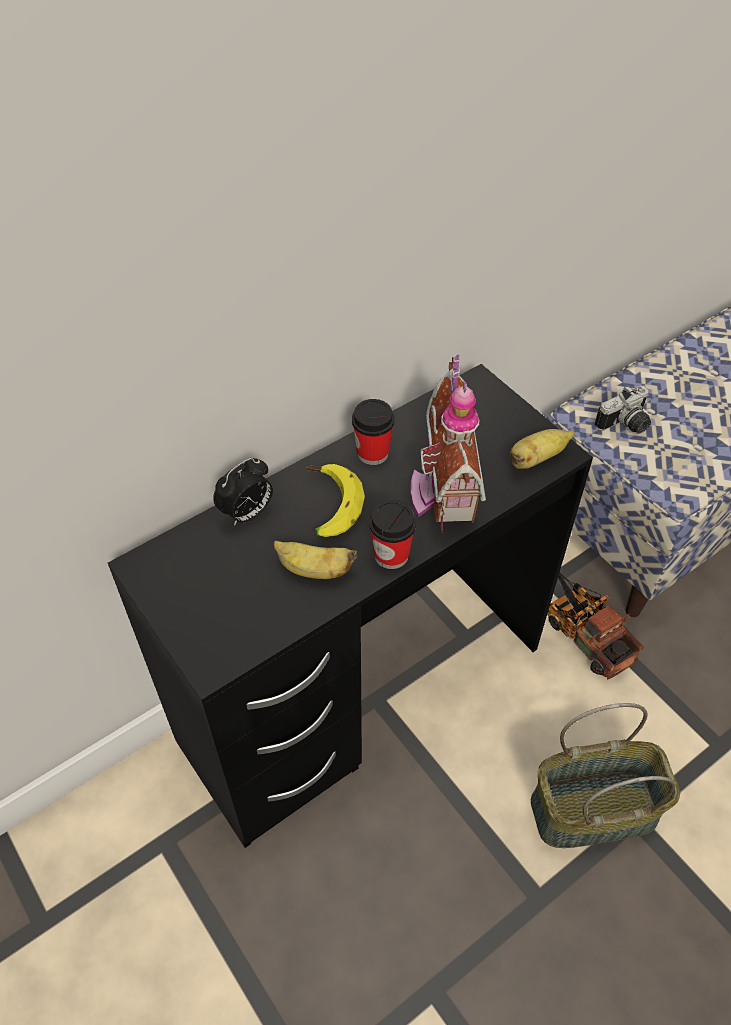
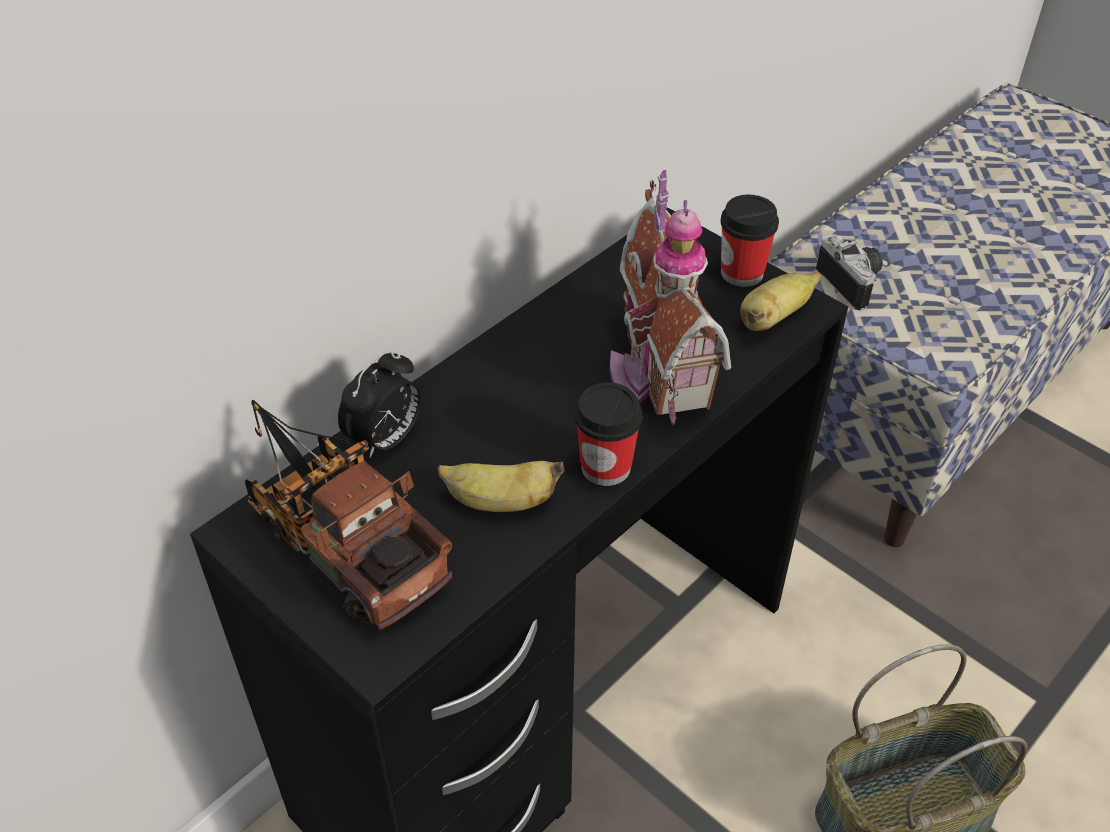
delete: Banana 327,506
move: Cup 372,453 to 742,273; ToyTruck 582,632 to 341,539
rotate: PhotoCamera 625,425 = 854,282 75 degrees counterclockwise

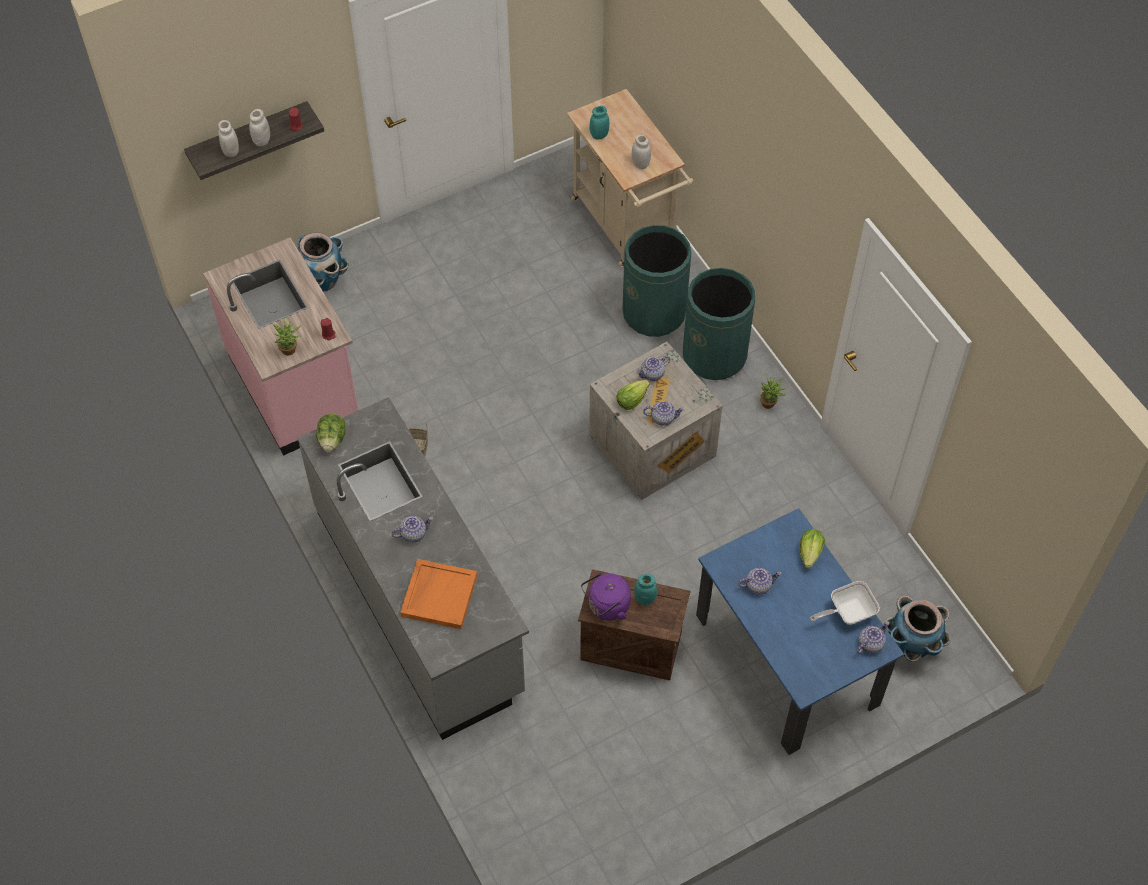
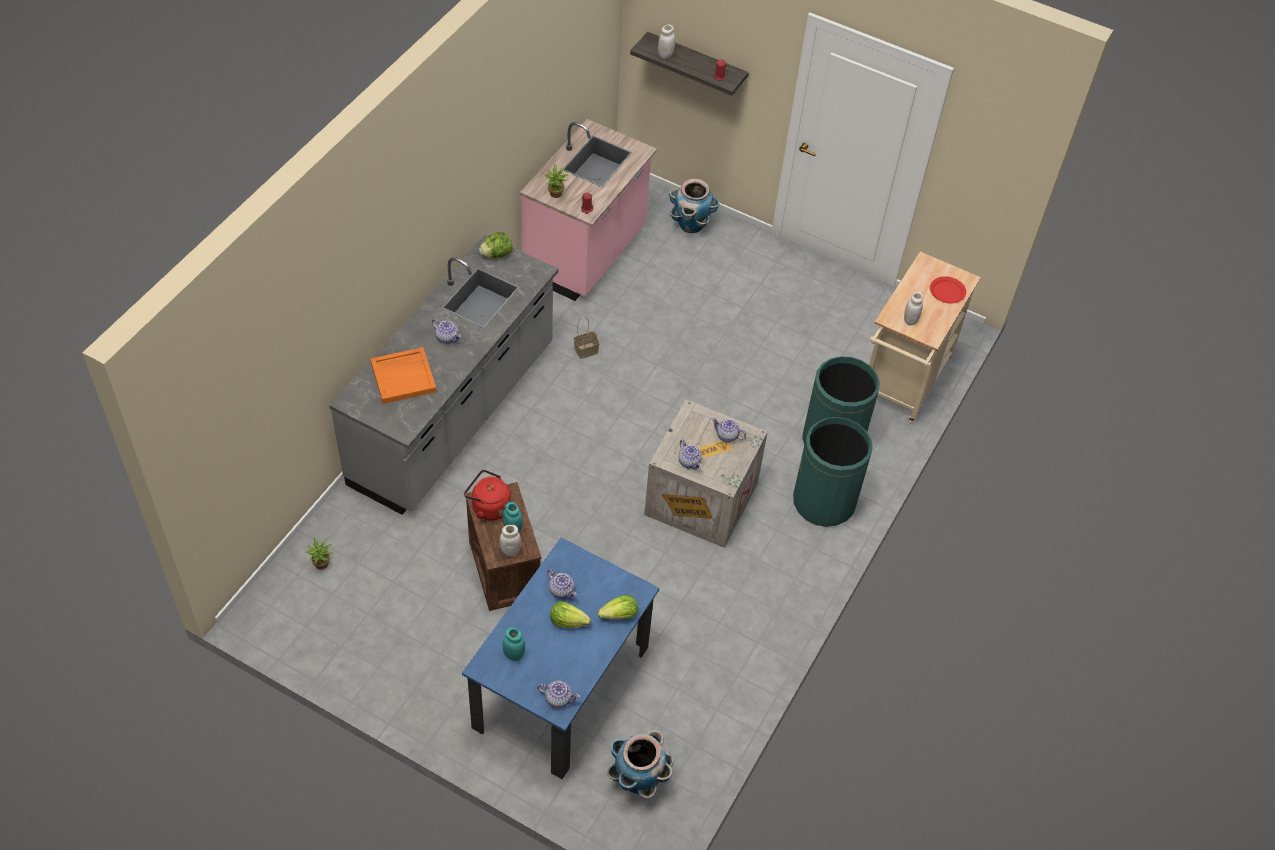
delete: FryingPan 847,612
insert: RedPlate 947,291
move: WhiteJar 262,141 to 510,550; TurquoiseJar 599,135 to 514,654; Lettuce 631,400 to 568,621; PottedPlant 770,404 to 322,566
recolor: PurpleKettle 607,607 to RedKettle 488,507

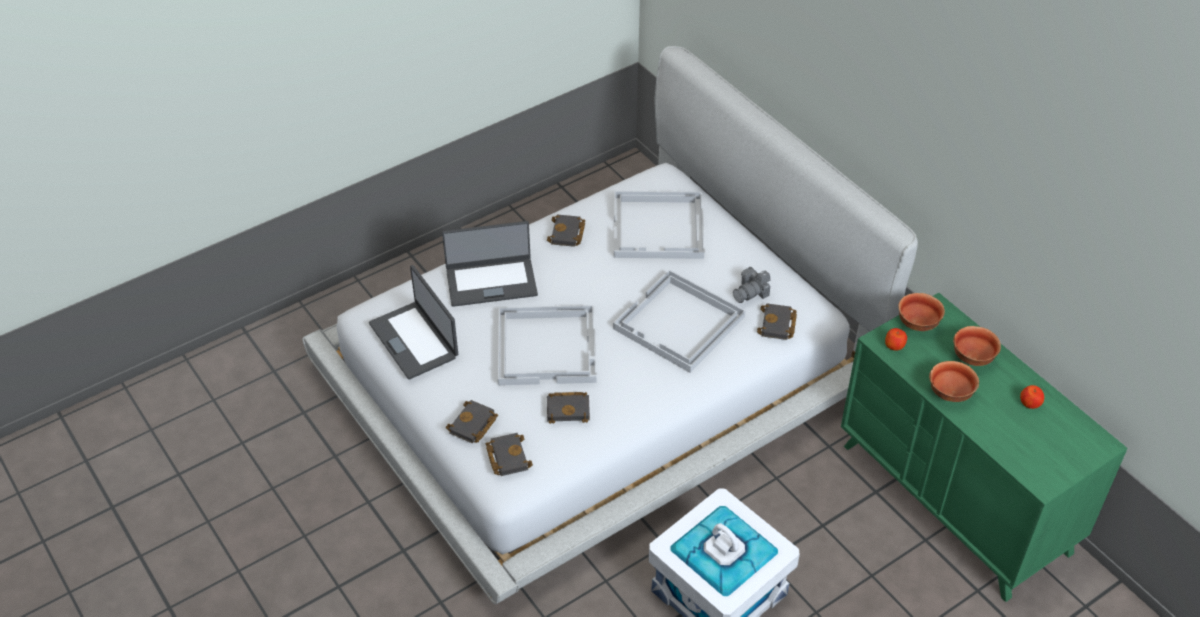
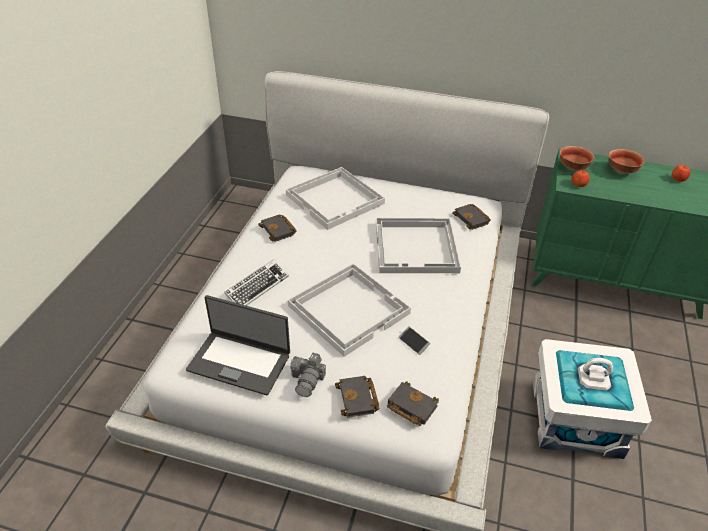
delete: Bowl 949,394
move: PhotoCamera 751,292 to 308,380
replace: Laptop 491,281 to Keyboard 257,287; BlackBook 569,409 to Phone 413,342

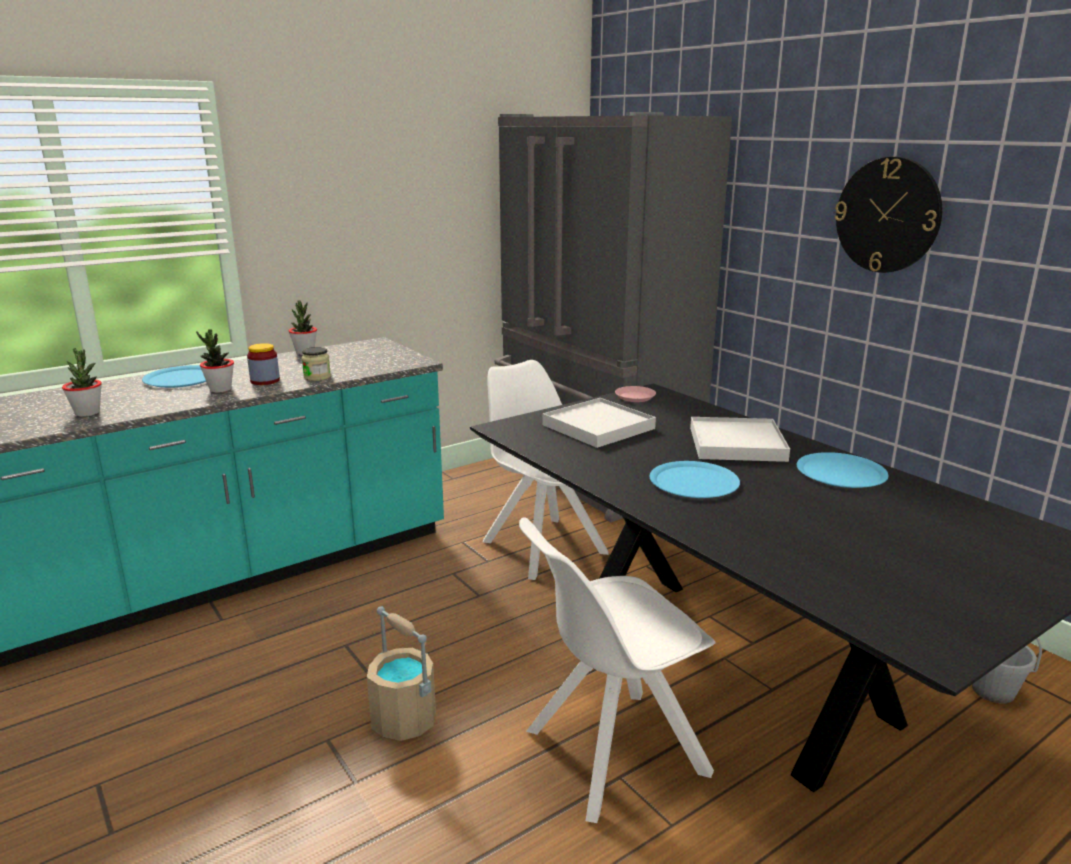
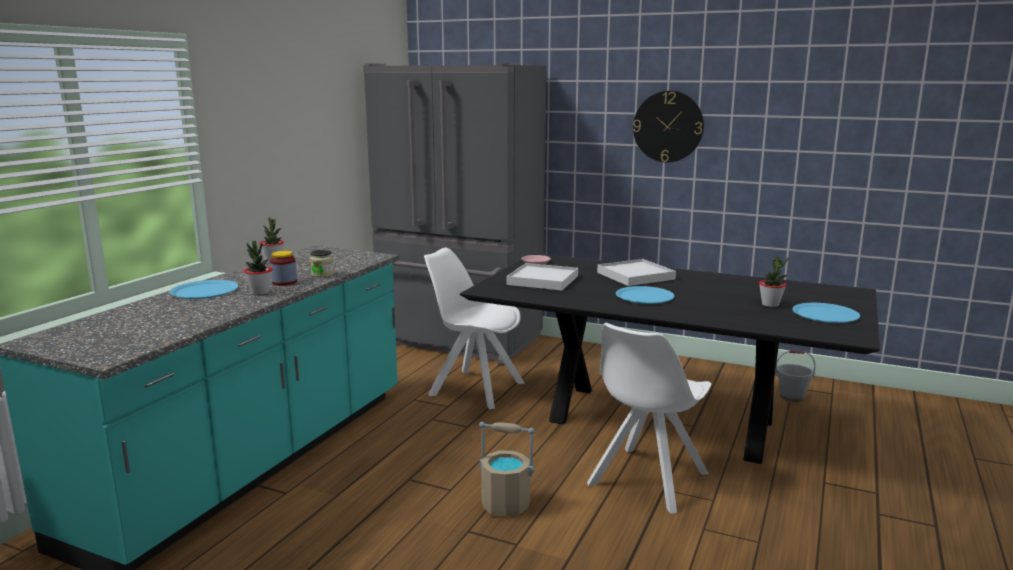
move: PottedPlant 87,413 to 770,304; BluePlate 841,472 to 825,314

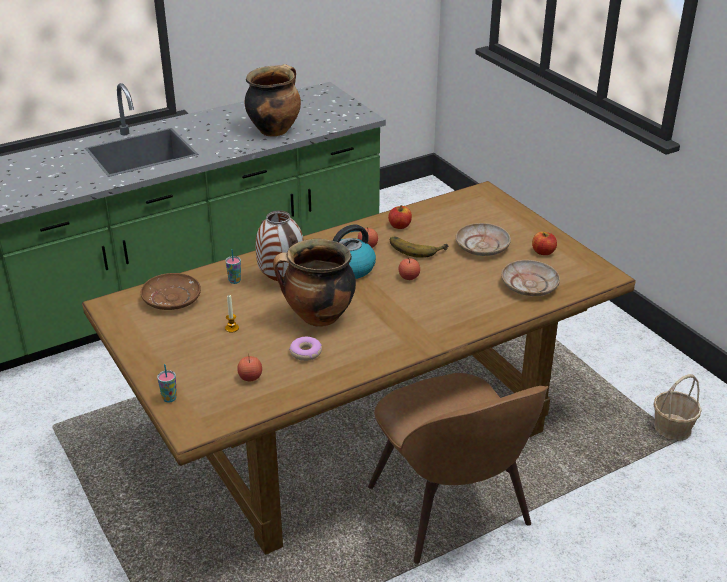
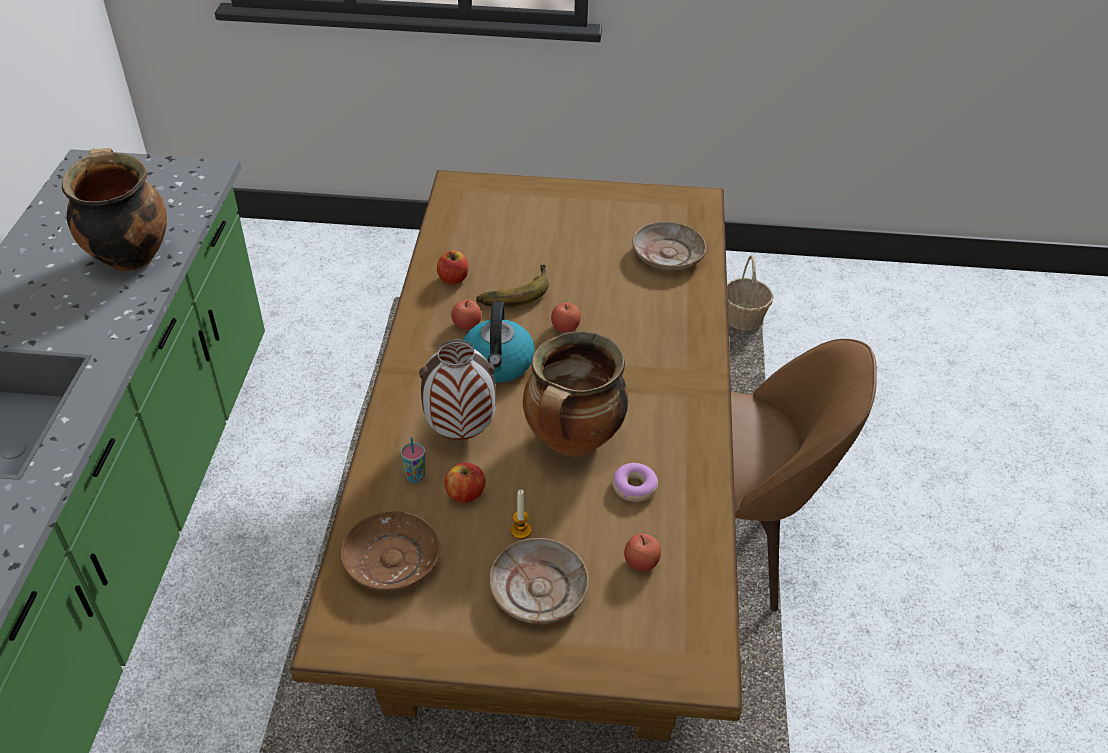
delete: Cup 169,398
move: BeigePlate 482,246 to 539,589; Apple 543,252 to 465,493

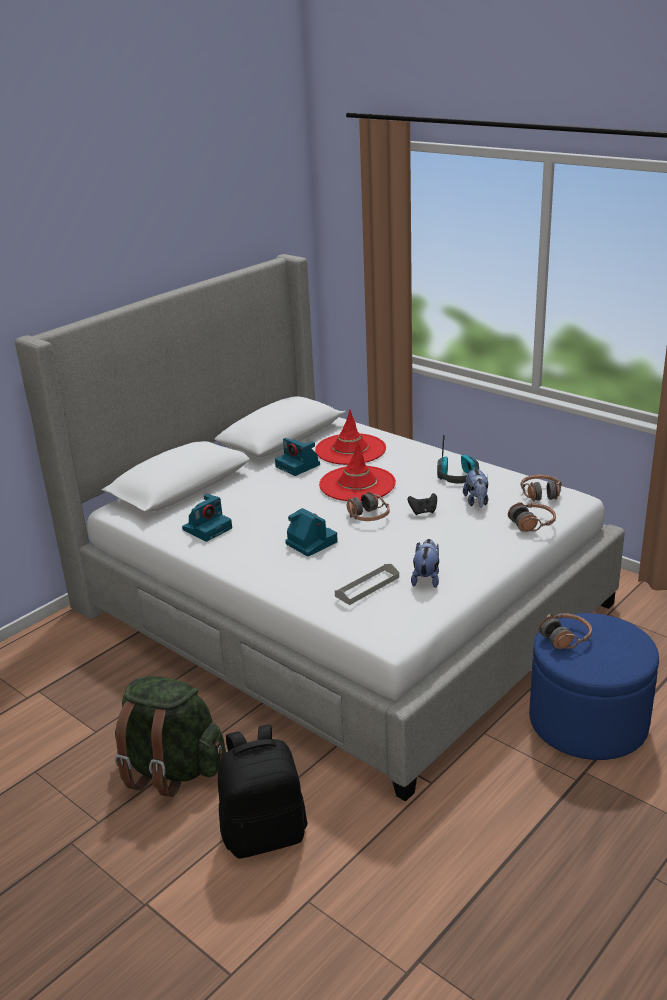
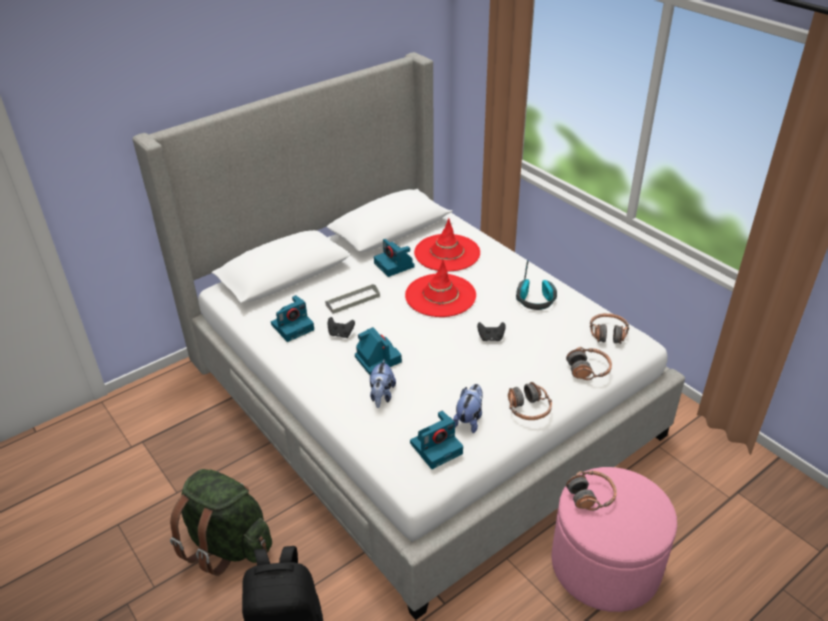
insert: BlackGameController 340,334; PhotoCamera 437,447
move: GreyTray 367,587 to 353,300; Headphones 368,517 to 528,409; PlushToy 476,502 to 381,396
recolor: BlueOttoman 588,722 to PinkOttoman 605,564

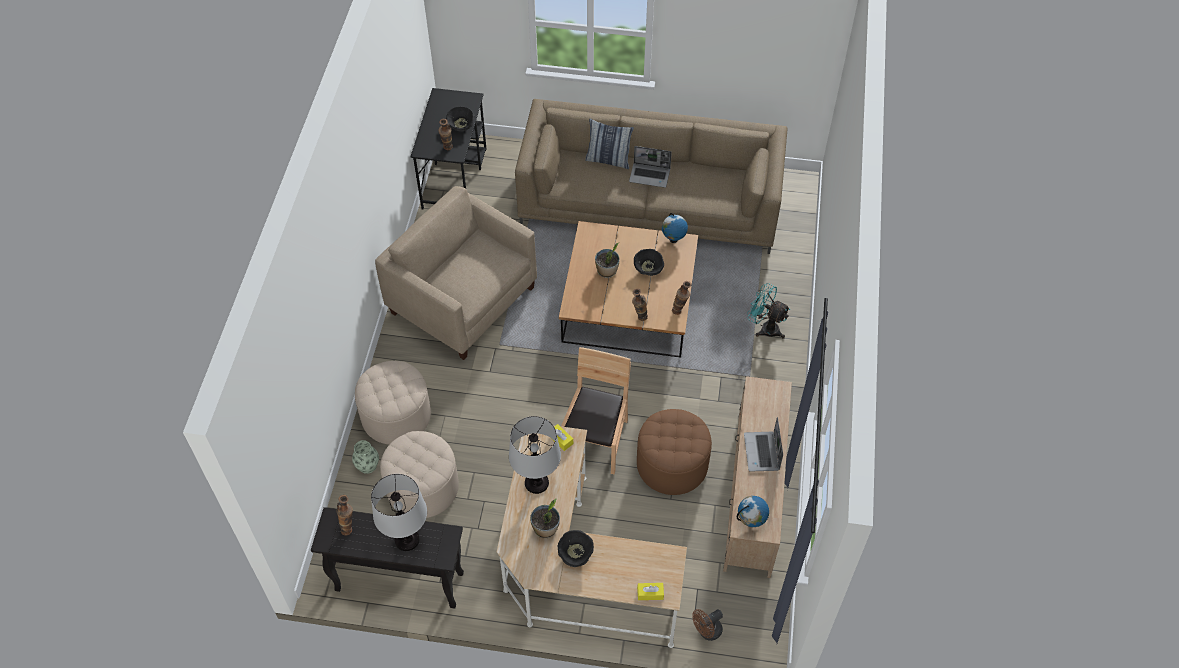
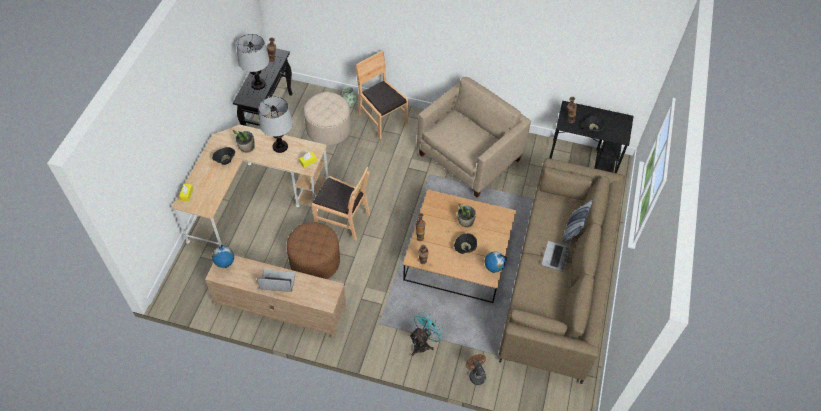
move: BrownFan 707,632 to 475,374
replace: BeigeOttoman 396,415 to BrownChair 382,119

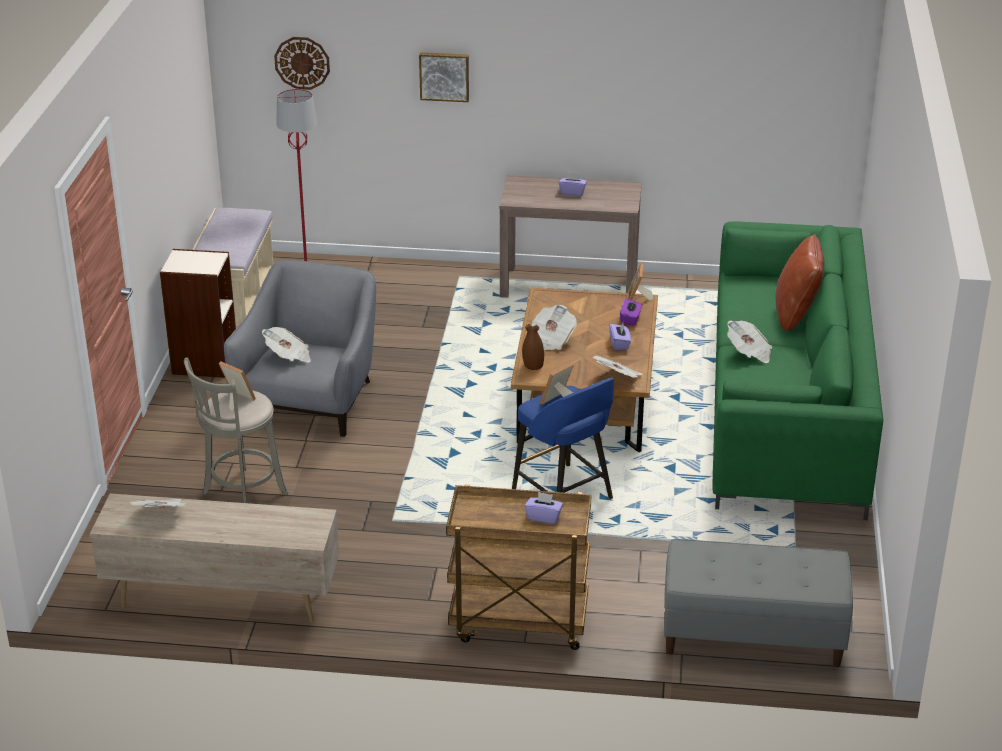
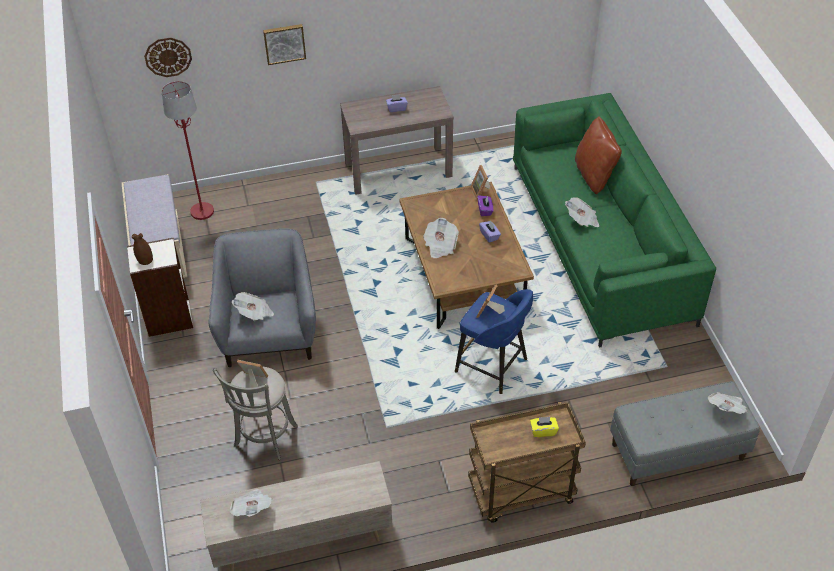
move: BrownVase 533,365 to 145,260; Newspaper 618,378 to 726,409
recolor: PurpleTissueBox 544,517 to YellowTissueBox 543,431

